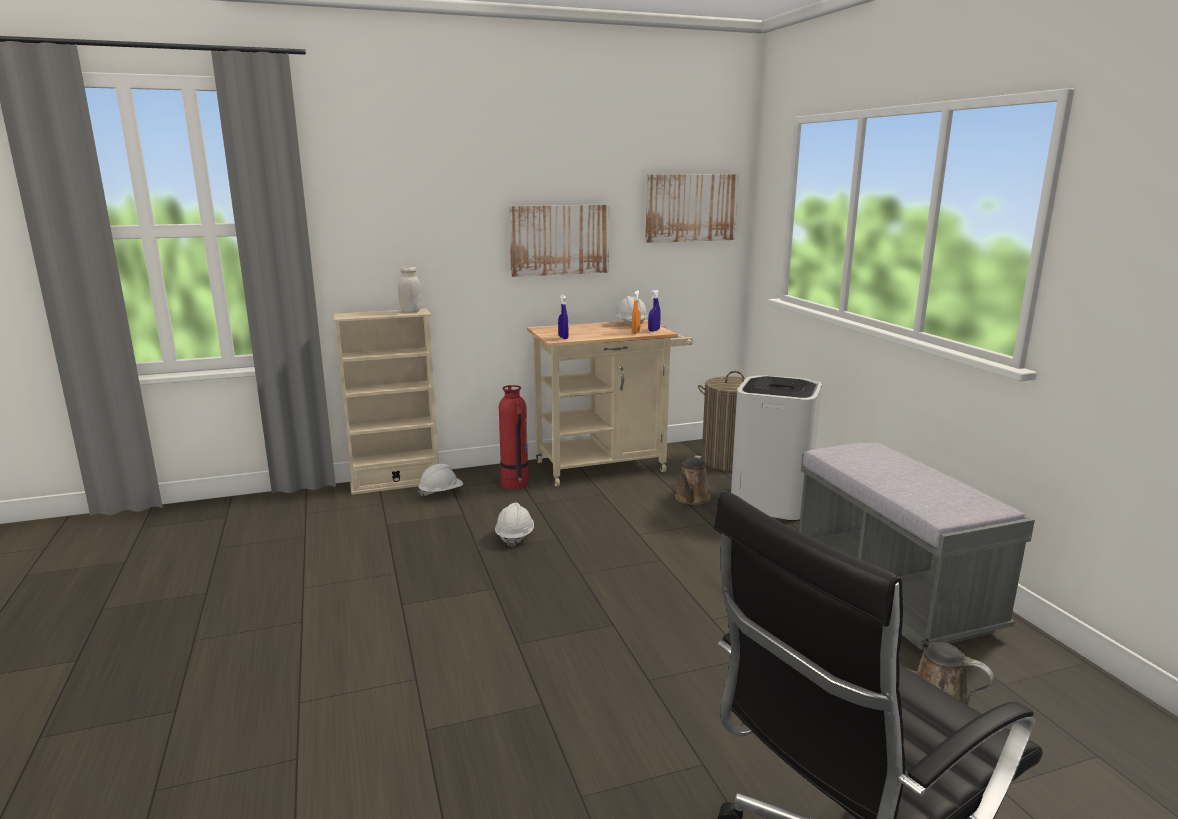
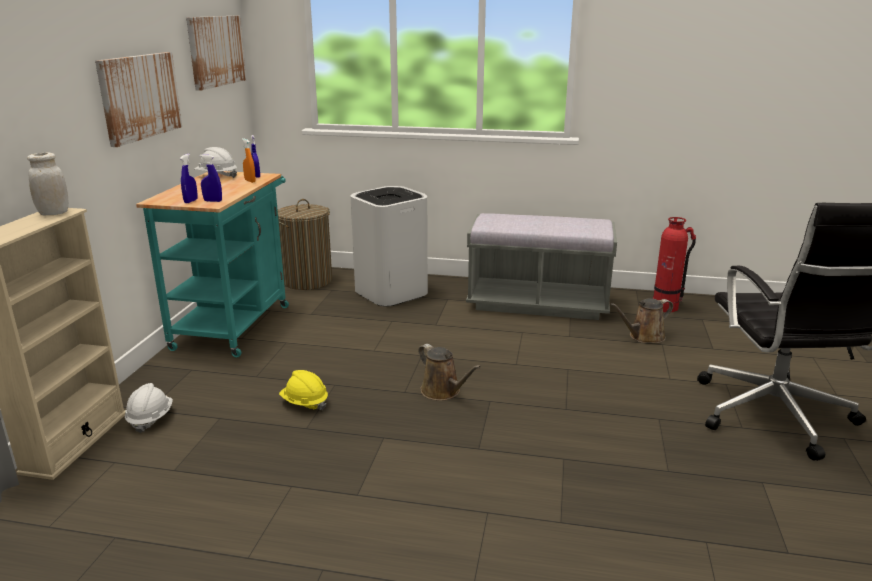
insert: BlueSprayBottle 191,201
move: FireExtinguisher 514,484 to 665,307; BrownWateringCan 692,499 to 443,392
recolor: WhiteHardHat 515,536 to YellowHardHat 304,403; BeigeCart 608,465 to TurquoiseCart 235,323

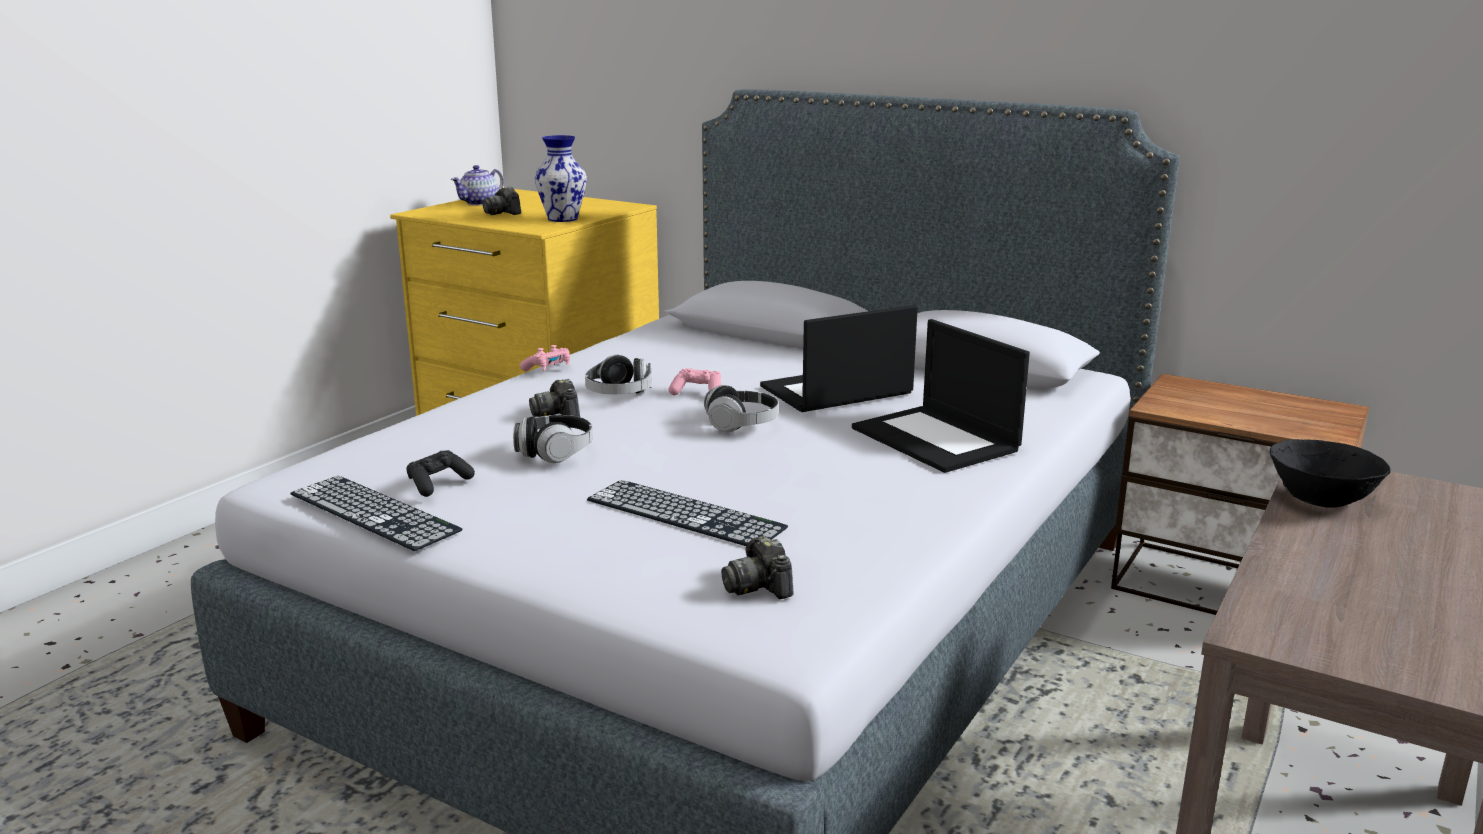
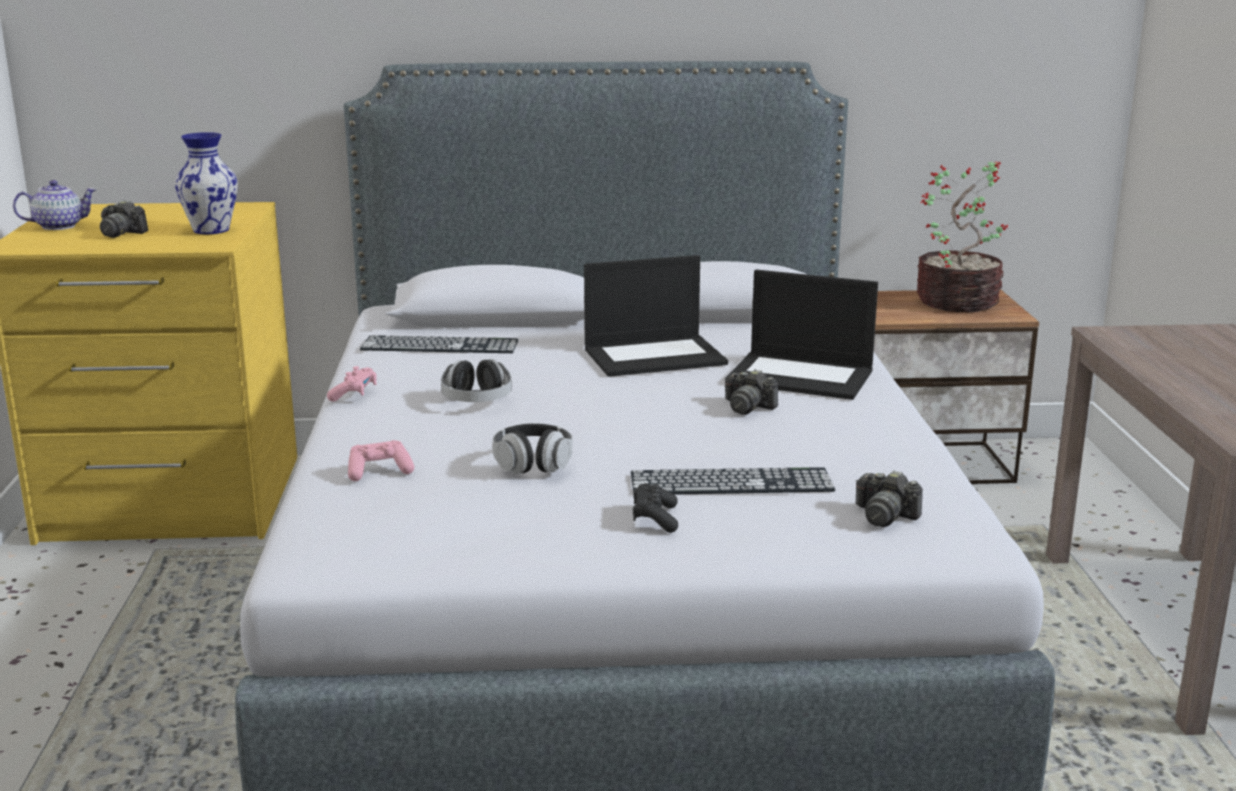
delete: Headphones 741,425; BlackBowl 1319,500
insert: PottedPlant 959,302
move: Keyboard 374,512 to 440,345; BlackGameController 438,484 to 655,519; PhotoCamera 557,414 to 747,407; PinkGameController 698,393 to 379,471
rotate: Teapot 479,203 = 59,226 120 degrees counterclockwise; Laptop 835,391 = 655,356 135 degrees counterclockwise

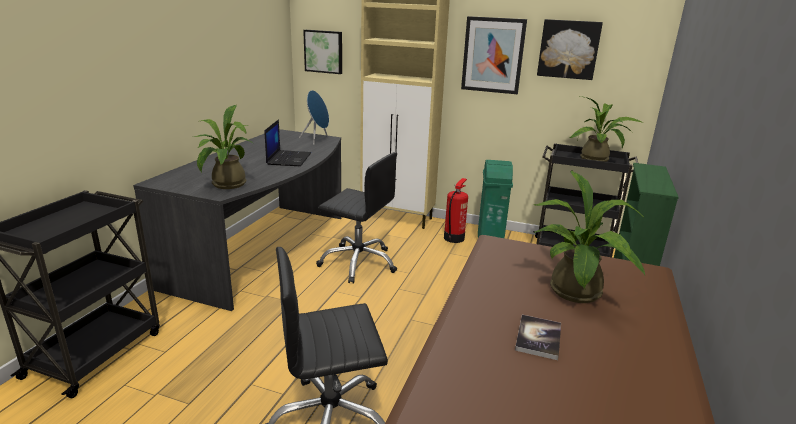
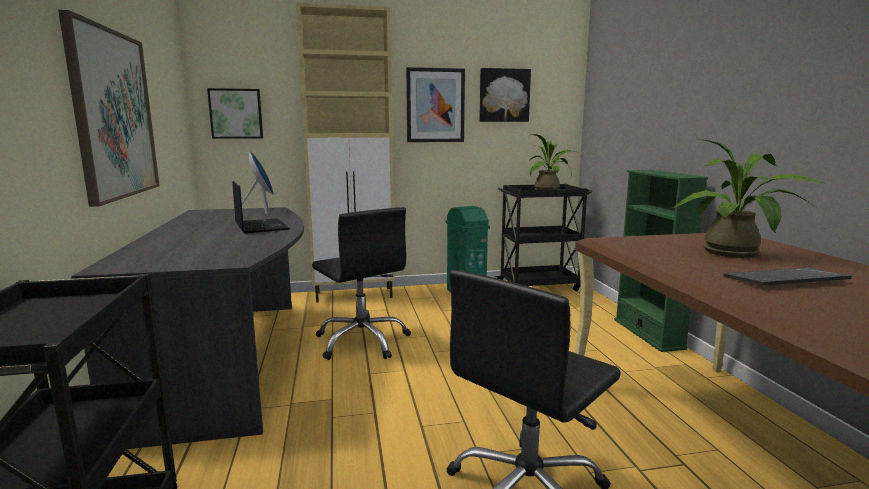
delete: PottedPlant 226,185; FireExtinguisher 454,238
insert: Picture 114,114
replace: Book 538,338 to Keyboard 785,280
rotate: BlackOfficeChair 358,263 = 362,341 60 degrees clockwise

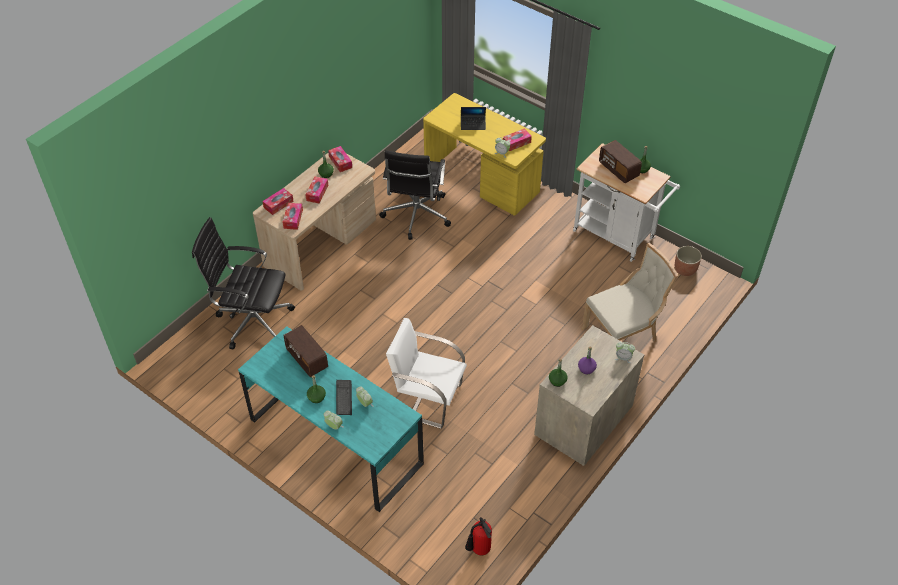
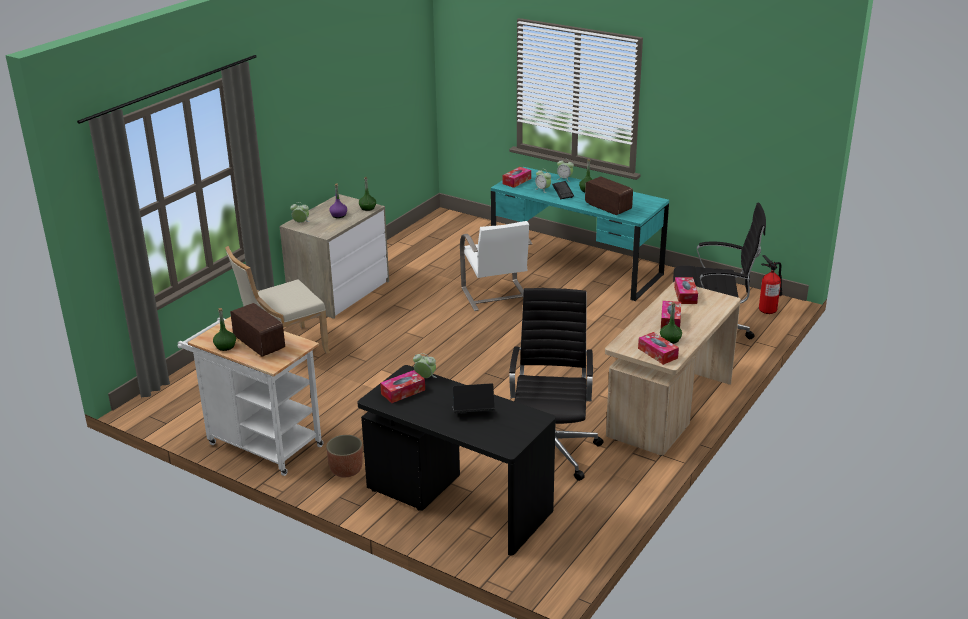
move: TissueBox 278,204 to 516,181; FireExtinguisher 479,550 to 768,310; Planter 685,269 to 346,470
recolor: YellowDesk 482,181 to BlackDesk 457,502
rotate: WhiteChair 427,398 = 495,296 60 degrees clockwise

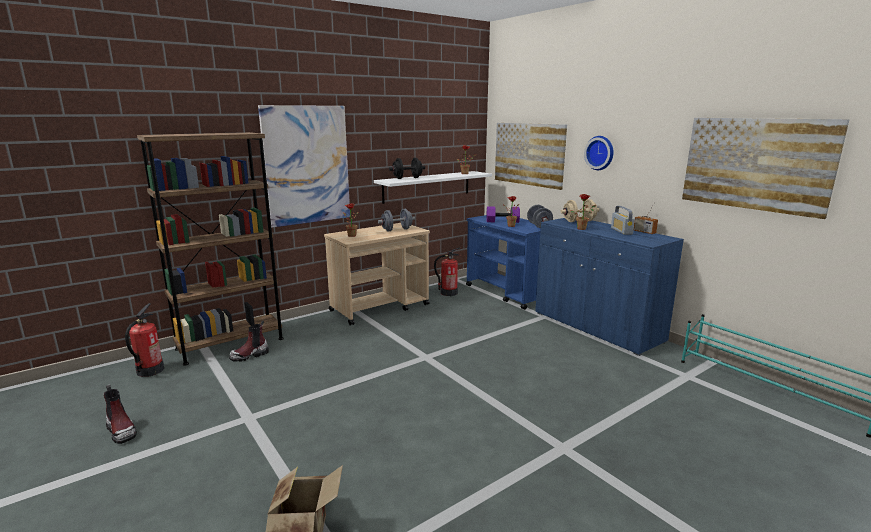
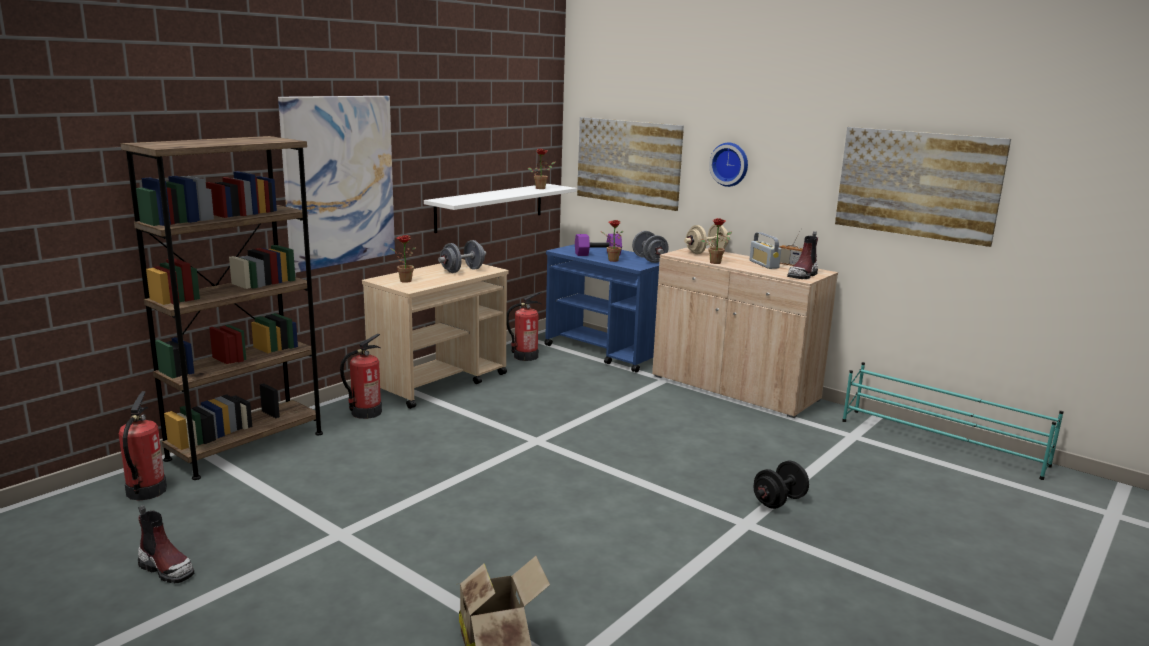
insert: FireExtinguisher 366,412
move: Boot 250,355 to 802,275; BlackDumbbell 407,178 to 779,501
recolor: BlueCabinet 596,327 to BeigeCabinet 734,388

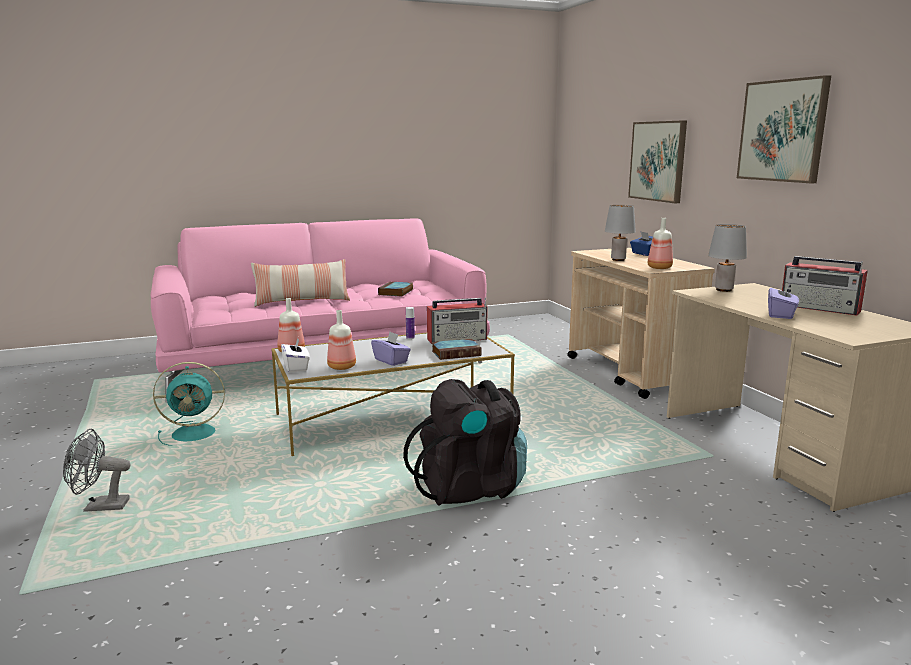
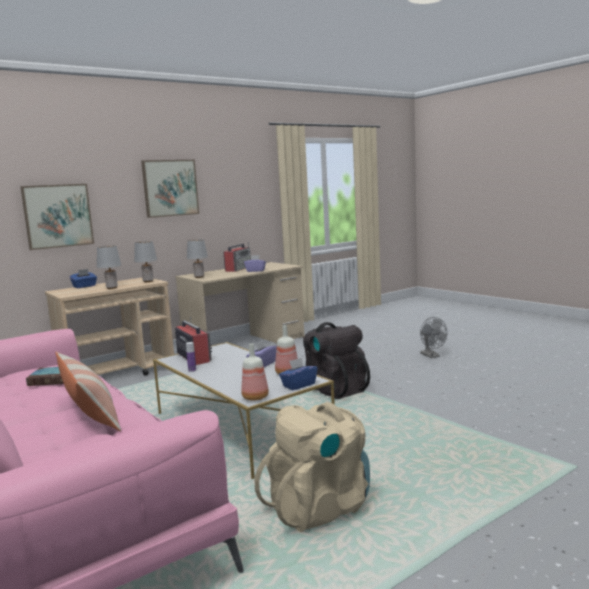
delete: Book 457,353
move: GreyFan 99,507 to 432,356
replace: TurquoiseFan 196,433 to BeigeBackpack 320,507; Bottle 659,268 to GreyTableLamp 148,281
recolor: WhiteTissueBox 296,367 to BlueTissueBox 298,385

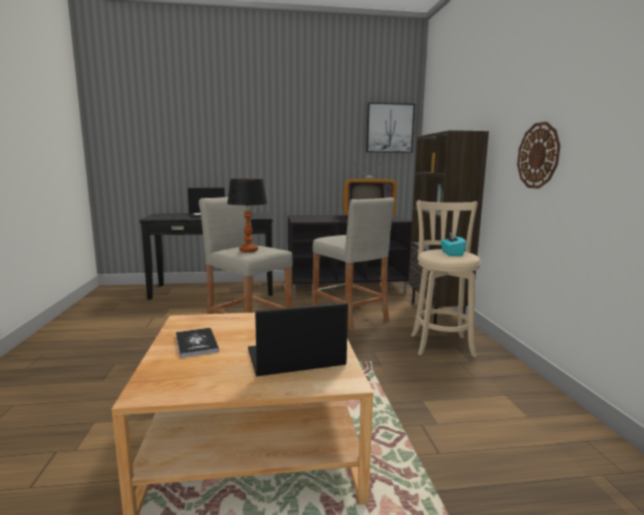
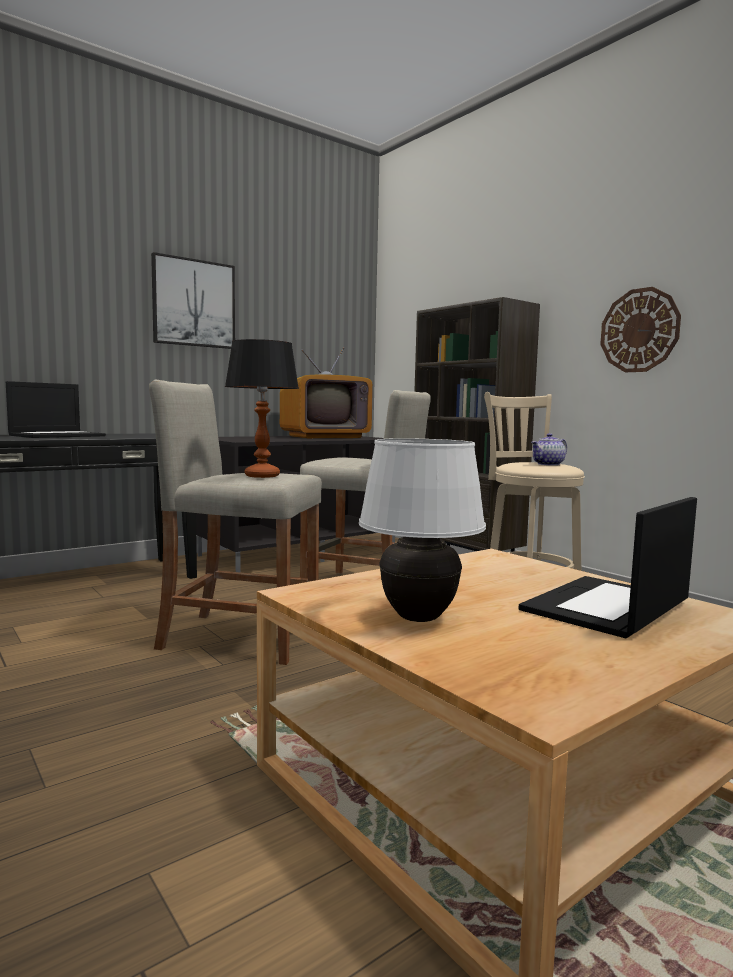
move: Picture 389,128 to 193,303
replace: Book 196,343 to WhiteTableLamp 419,618; TurquoiseTissueBox 451,254 to Teapot 548,464

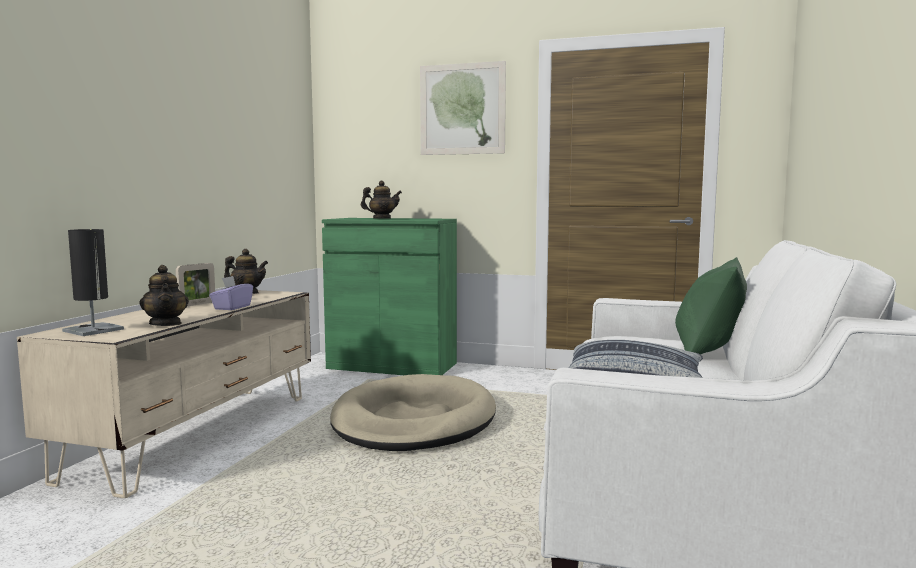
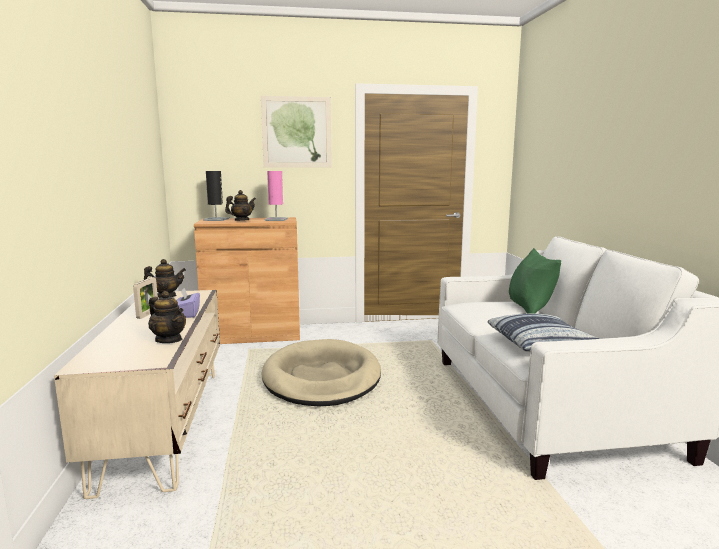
insert: PinkTableLamp 276,219
move: BlackTableLamp 93,330 to 216,219
recolor: GreenCabinet 392,366 to BrownCabinet 253,334

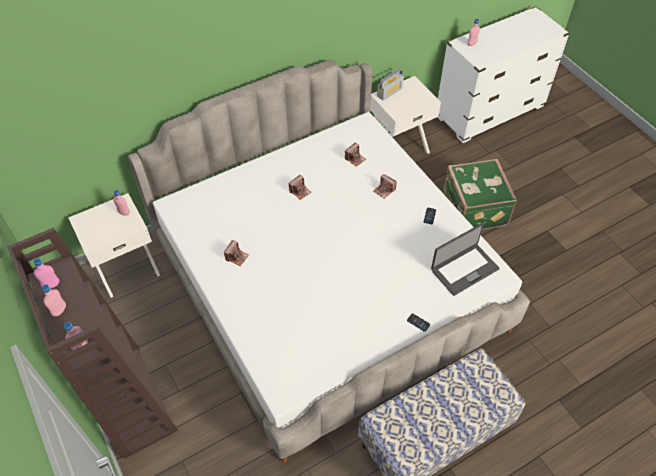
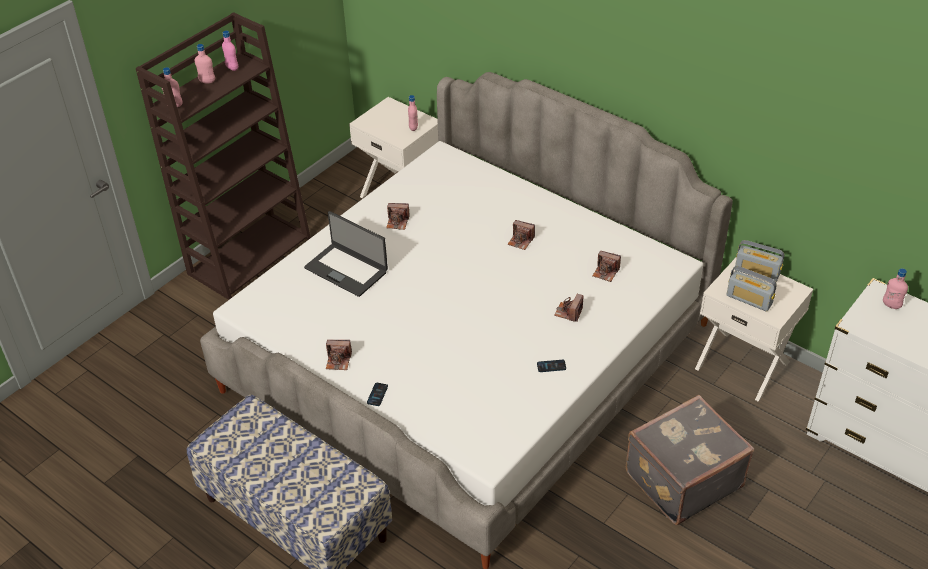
insert: PhotoCamera 338,361; Radio 749,299
move: Laptop 464,269 to 347,269
recolor: GreenSuitcase 473,209 to GreySuitcase 681,478

